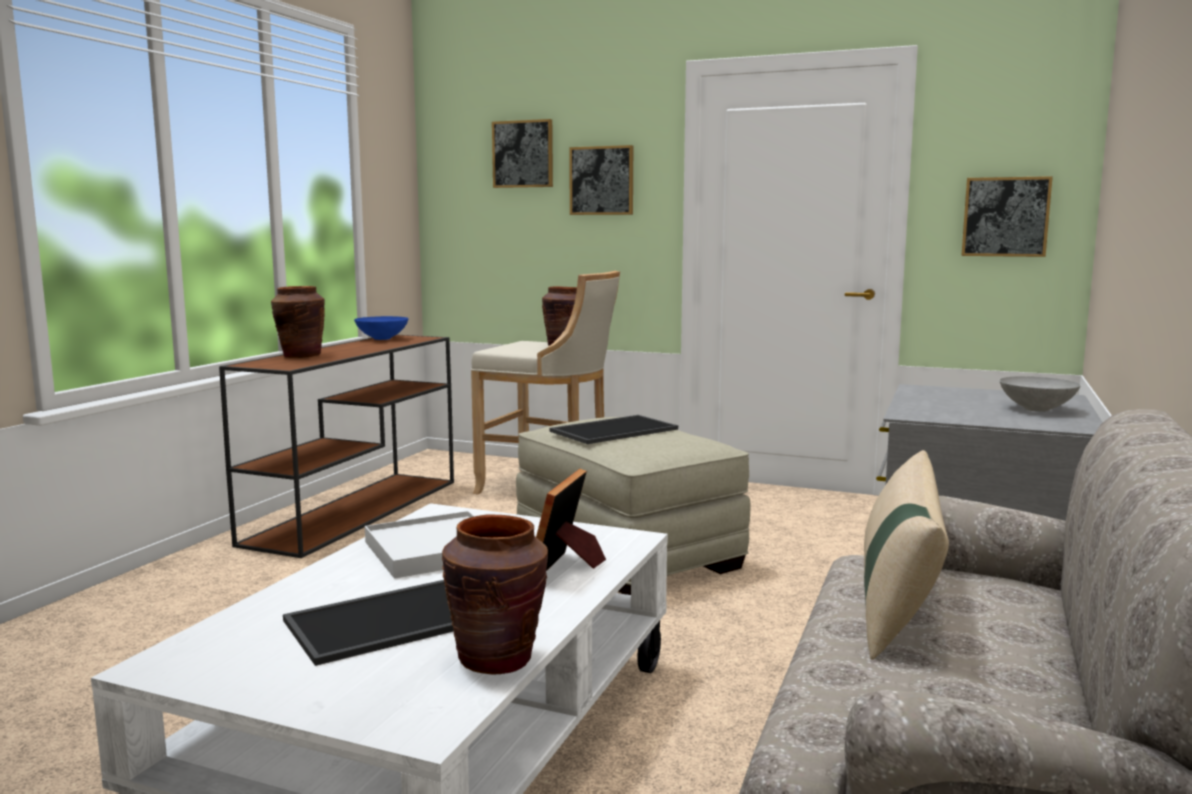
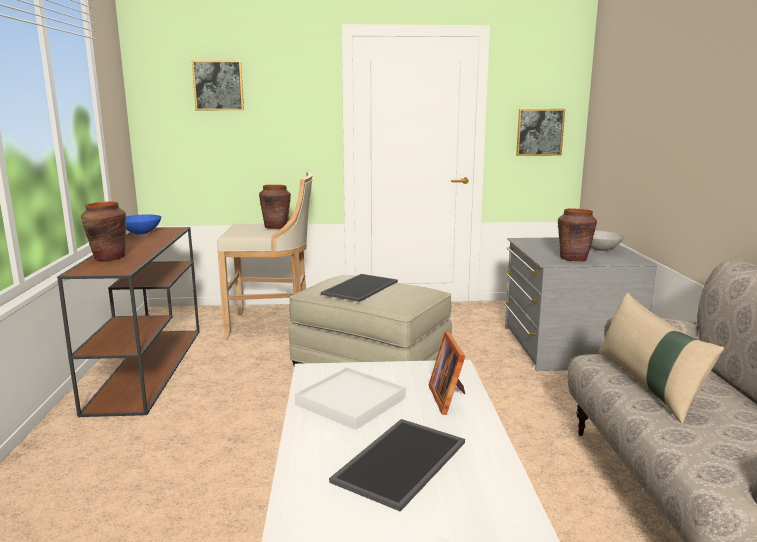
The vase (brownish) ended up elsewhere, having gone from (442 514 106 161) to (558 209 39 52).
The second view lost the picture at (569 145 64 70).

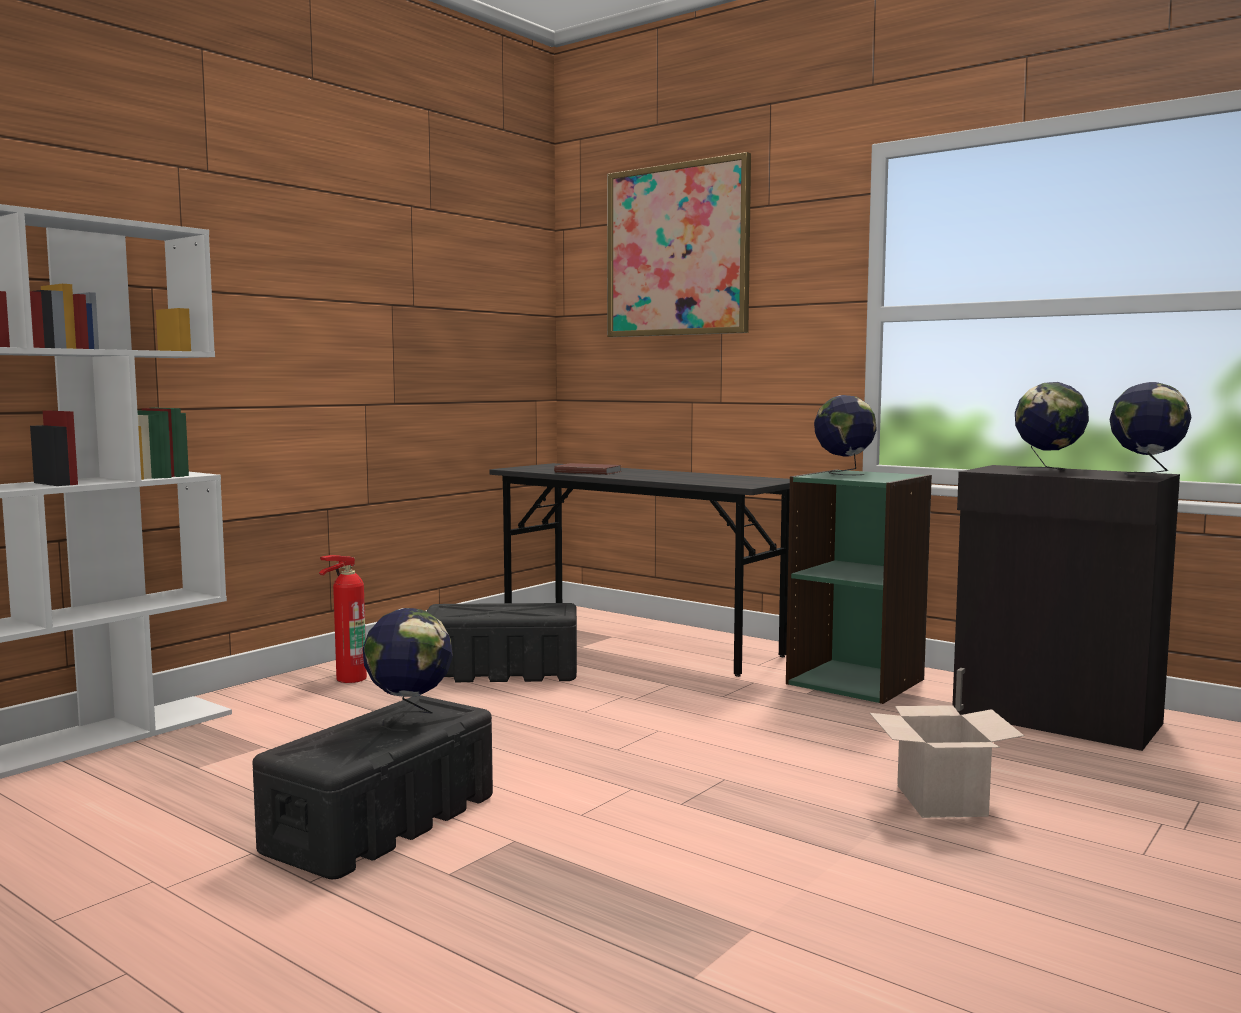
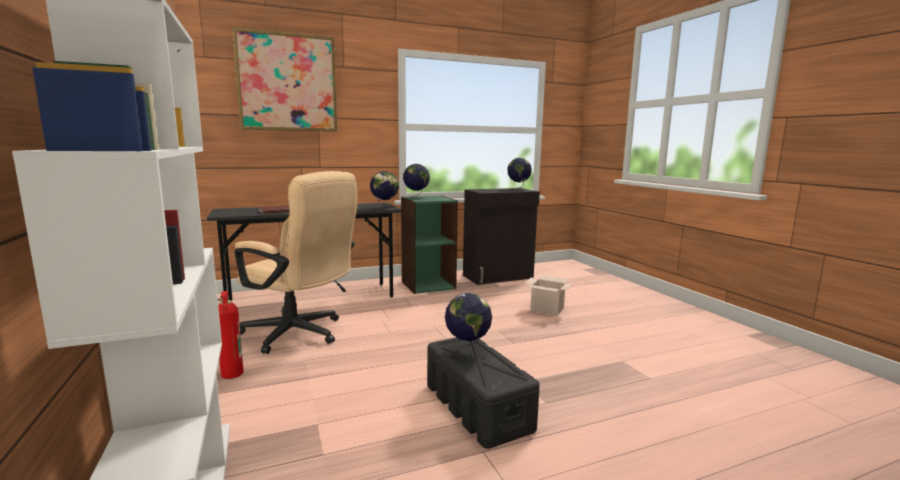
Where the storage container (blackish) stood at (427 603 150 79), the desk chair (beige-coloured) came to stand at (234 171 123 183).
The globe ended up elsewhere, having gone from (1015 382 74 88) to (370 171 29 38).

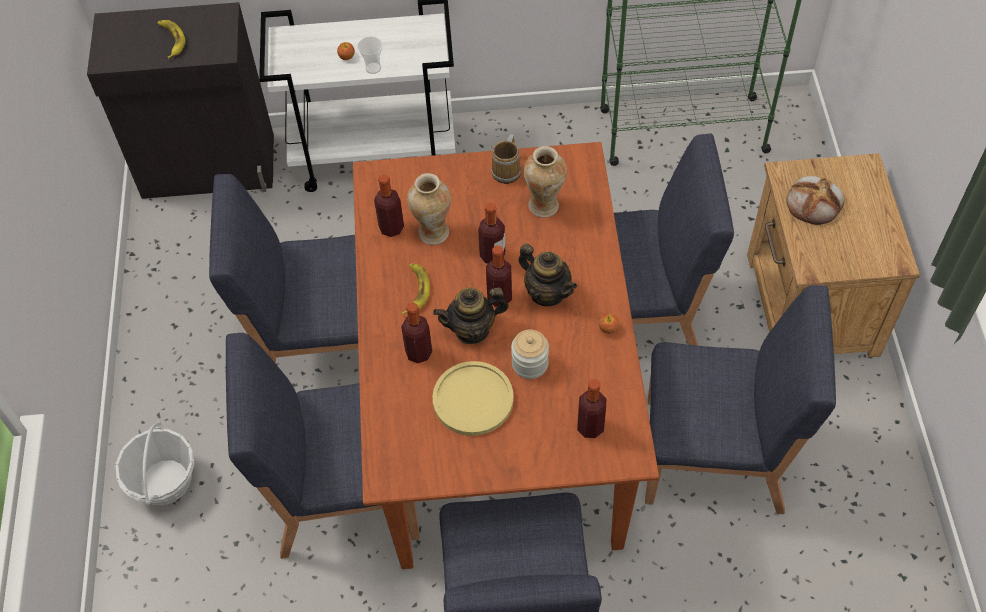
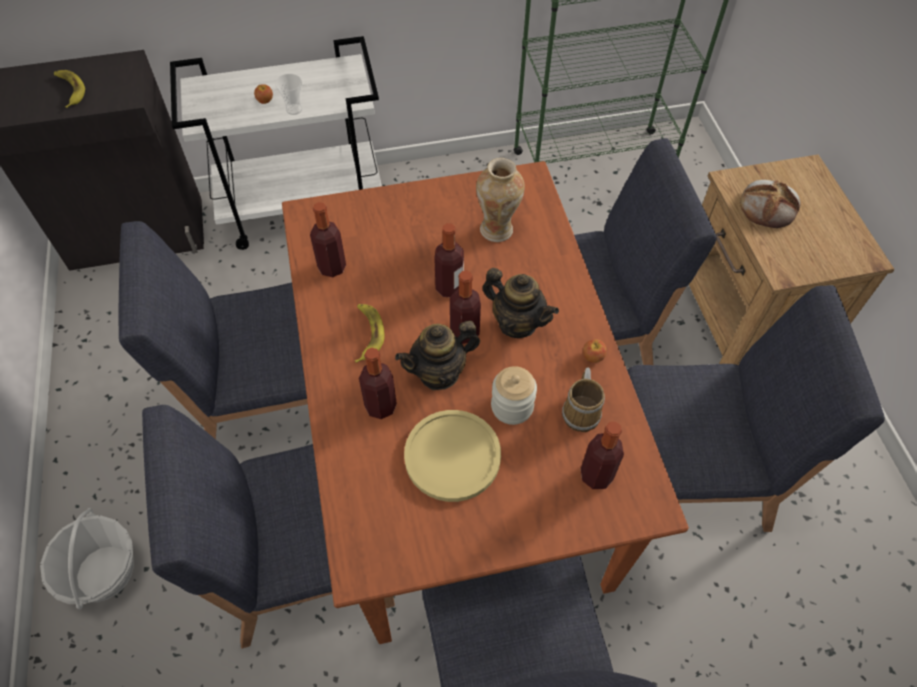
The coffee mug ended up elsewhere, having gone from (491 134 30 50) to (562 368 43 64).
The second view lost the vase at (407 173 44 72).

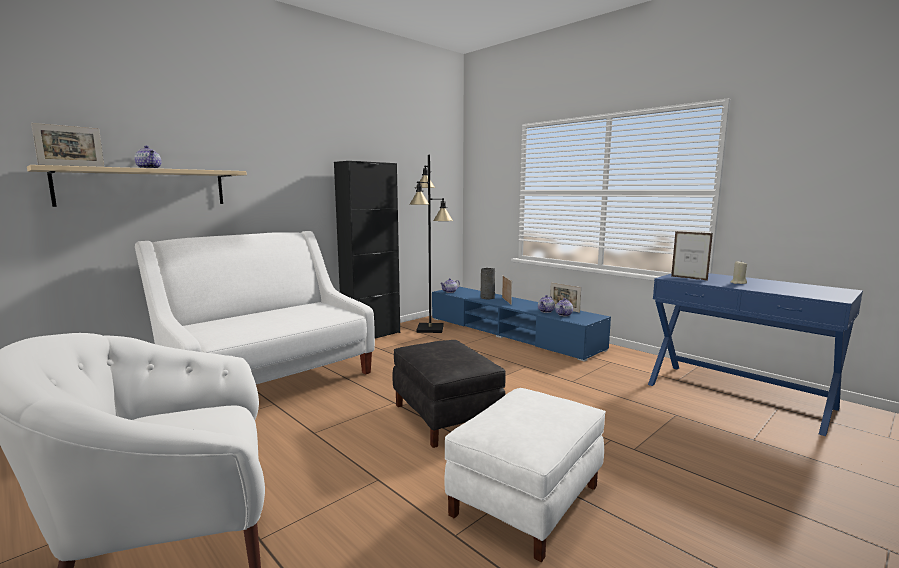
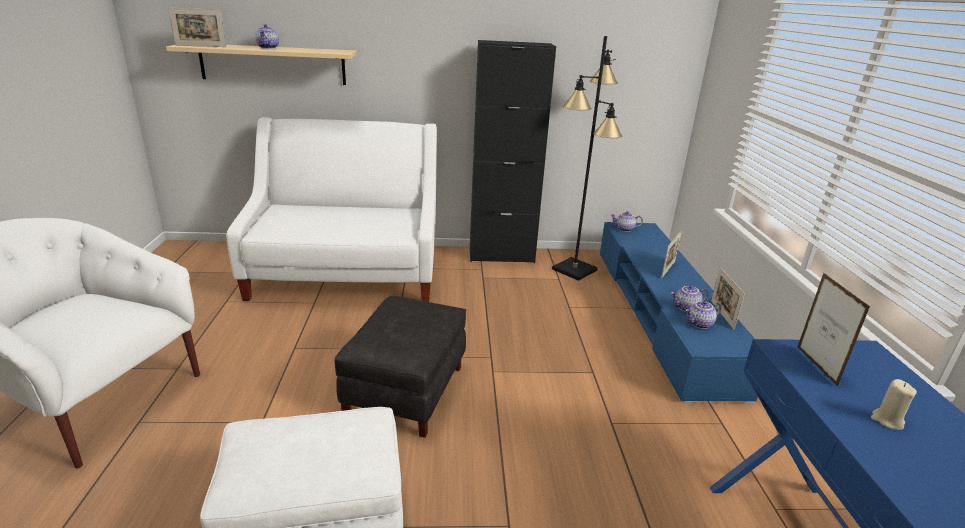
The second view lost the vase (gray) at (480 268 15 32).

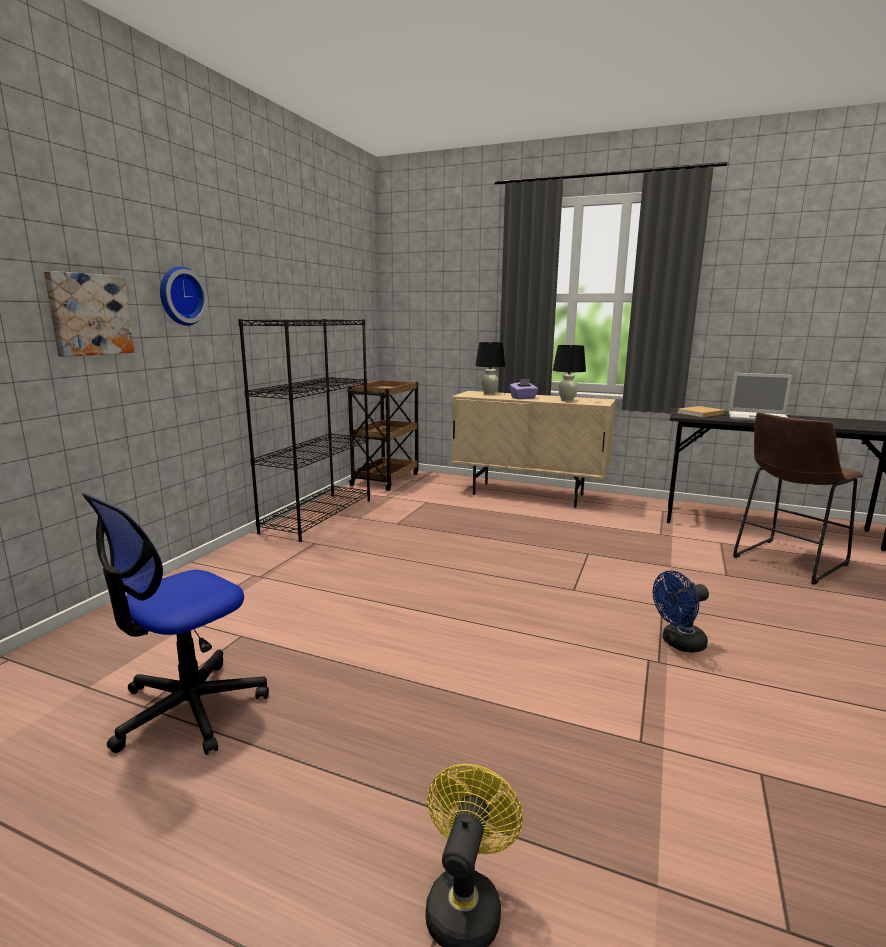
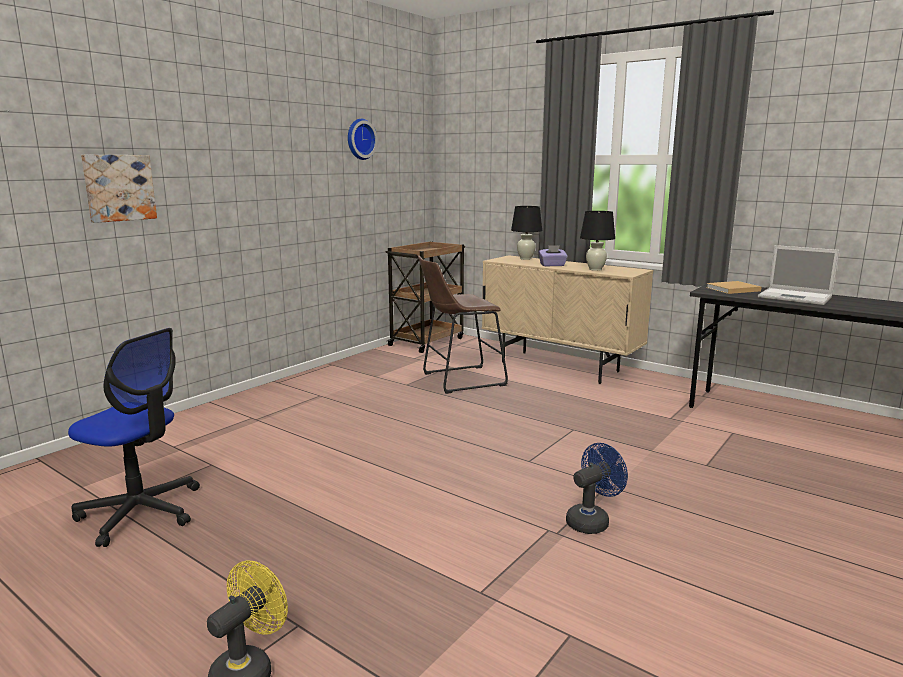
The desk chair at (82 493 187 262) ended up facing another way, 120 degrees counterclockwise from before.
The wall clock ended up elsewhere, having gone from (160 266 48 60) to (348 119 30 41).
The stool (brownish) ended up elsewhere, having gone from (733 412 130 173) to (418 255 90 139).
The electric fan (blue) at (653 571 56 82) ended up facing another way, 150 degrees clockwise from before.
The second view lost the shelving unit (blackish) at (238 319 132 223).

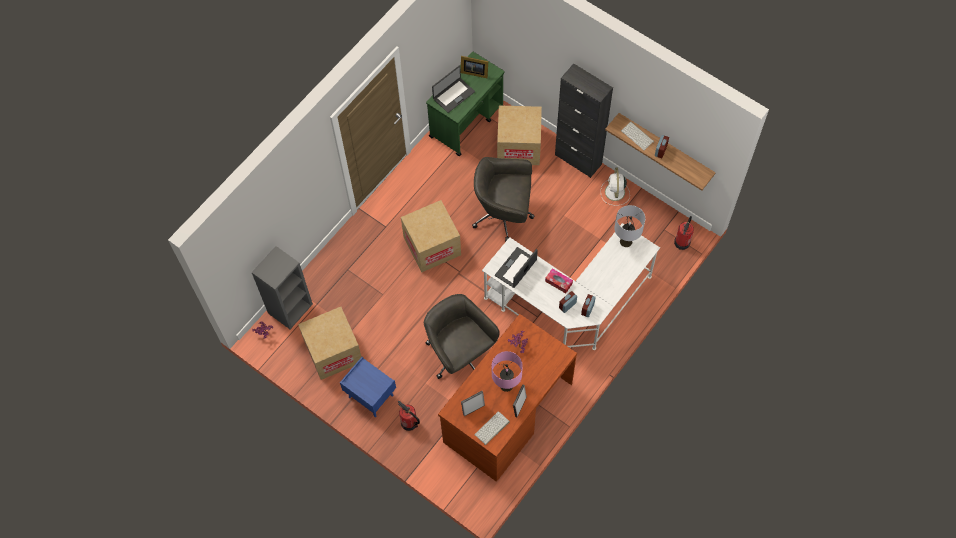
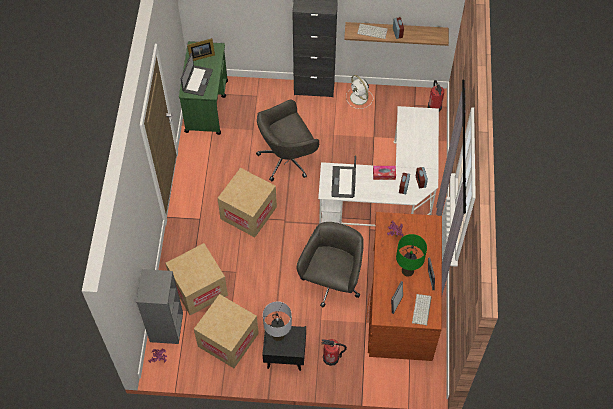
The packing box ended up elsewhere, having gone from (497 105 45 60) to (165 243 63 72).
What was the nightstand (blue) at (340 357 56 60) turned into the nightstand (blackish) at (262 325 44 46).
The tabletop lamp (gray) ended up elsewhere, having gone from (614 205 31 42) to (263 301 29 40).
The desk chair (gray) at (424 294 76 85) ended up facing another way, 90 degrees clockwise from before.
What was the tabletop lamp (pink) at (492 351 31 41) turned into the tabletop lamp (green-coloured) at (396 234 31 43).

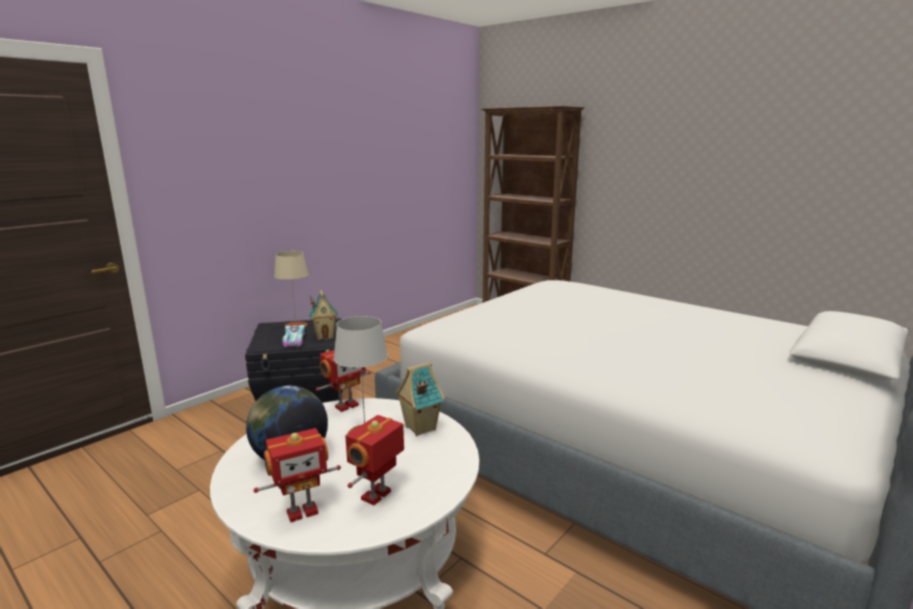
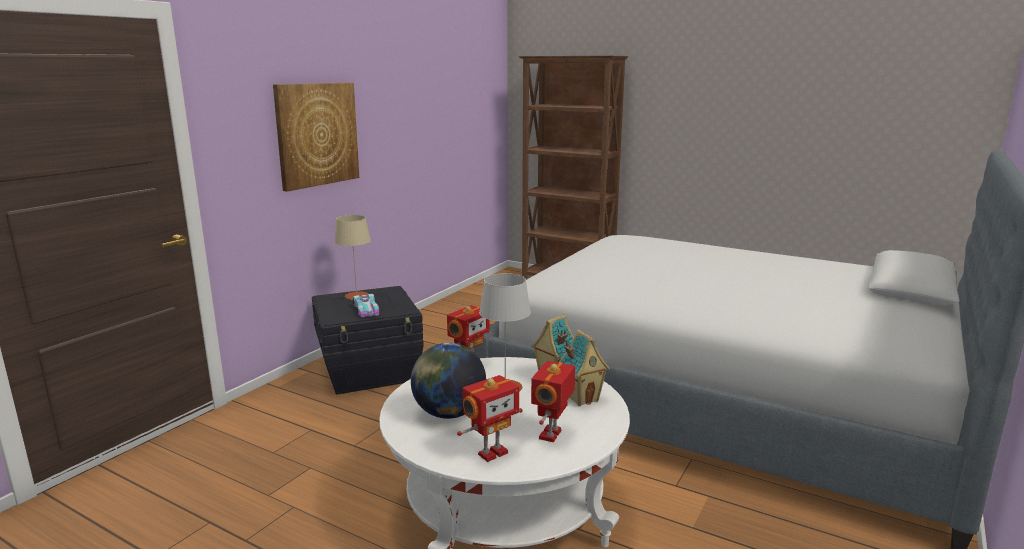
The second view gained the picture at (273 83 86 109).
The model house ended up elsewhere, having gone from (309 290 29 50) to (558 330 52 76).

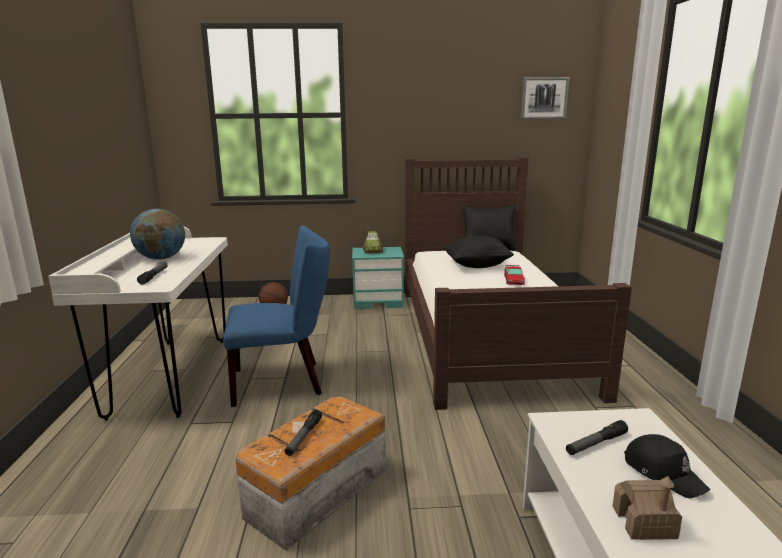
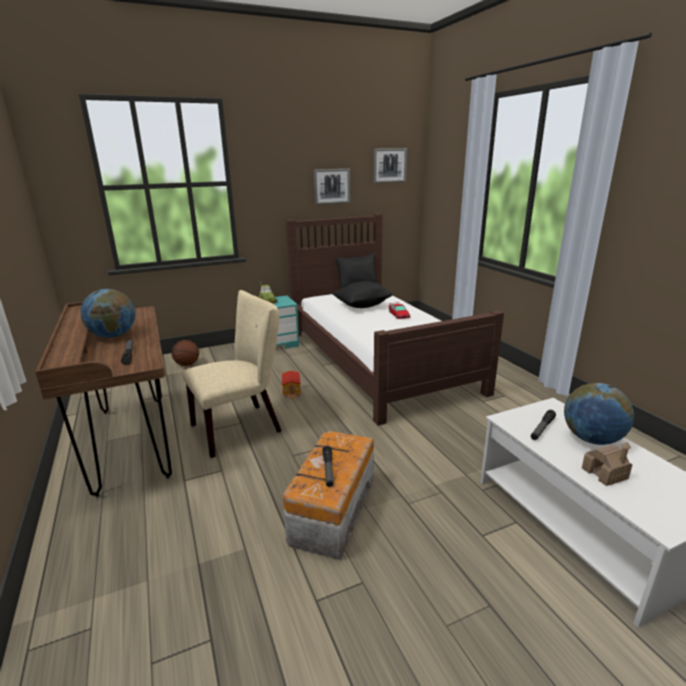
What was the desk table (white) at (48 226 180 195) turned into the desk table (brownish) at (35 302 137 195).
What was the chair (blue) at (223 225 107 182) turned into the chair (beige-coloured) at (182 290 99 168).
The second view gained the model house at (281 370 21 29).
The second view gained the picture at (314 169 36 36).
Where the cap (blackish) stood at (624 434 86 64), the globe came to stand at (564 383 70 62).

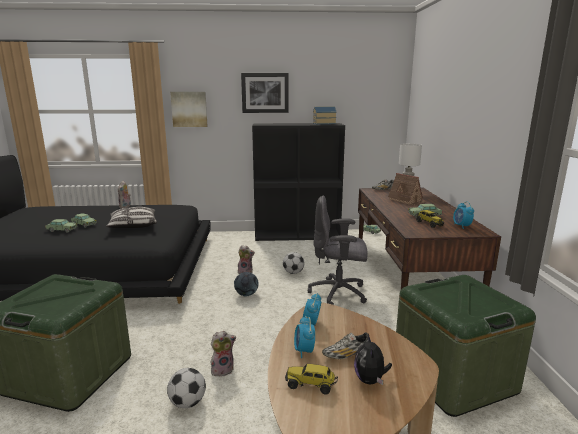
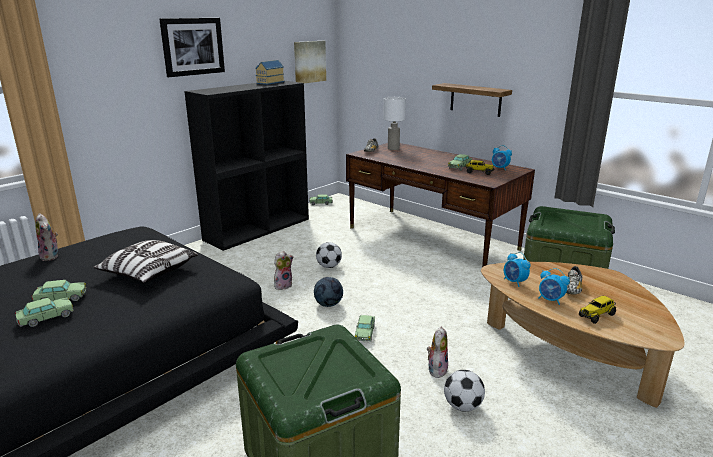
The picture ended up elsewhere, having gone from (170 92 38 35) to (294 41 32 42).
The second view gained the miniature car at (355 315 20 27).
The second view gained the shelf at (432 83 80 34).
The second view lost the desk chair (gray) at (308 196 60 109).
The second view lost the soft toy at (354 334 38 51).
The second view lost the model house at (388 173 37 33).

